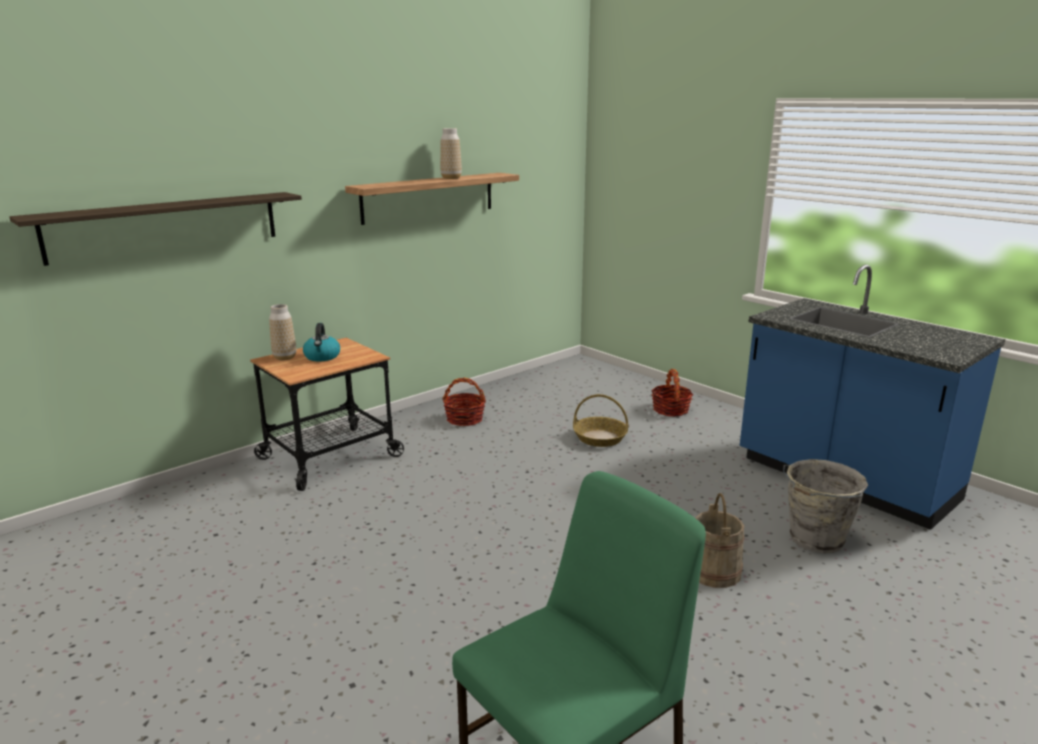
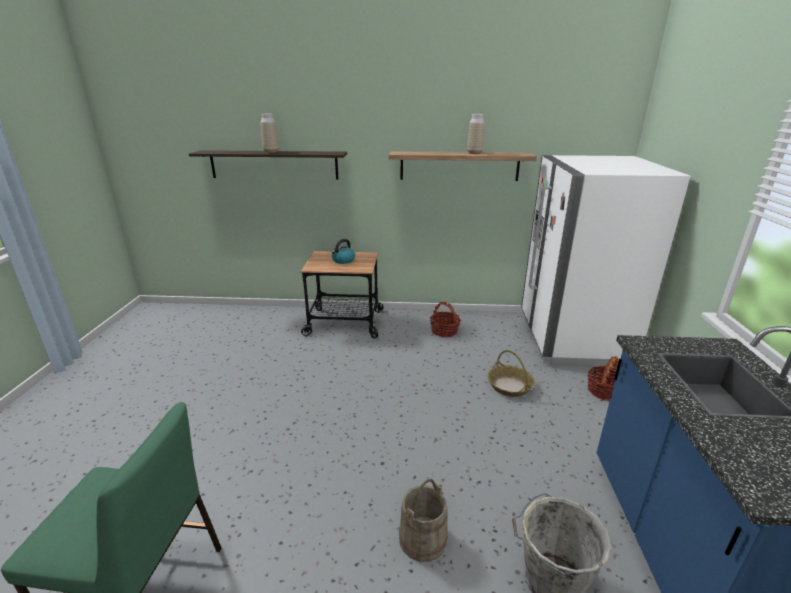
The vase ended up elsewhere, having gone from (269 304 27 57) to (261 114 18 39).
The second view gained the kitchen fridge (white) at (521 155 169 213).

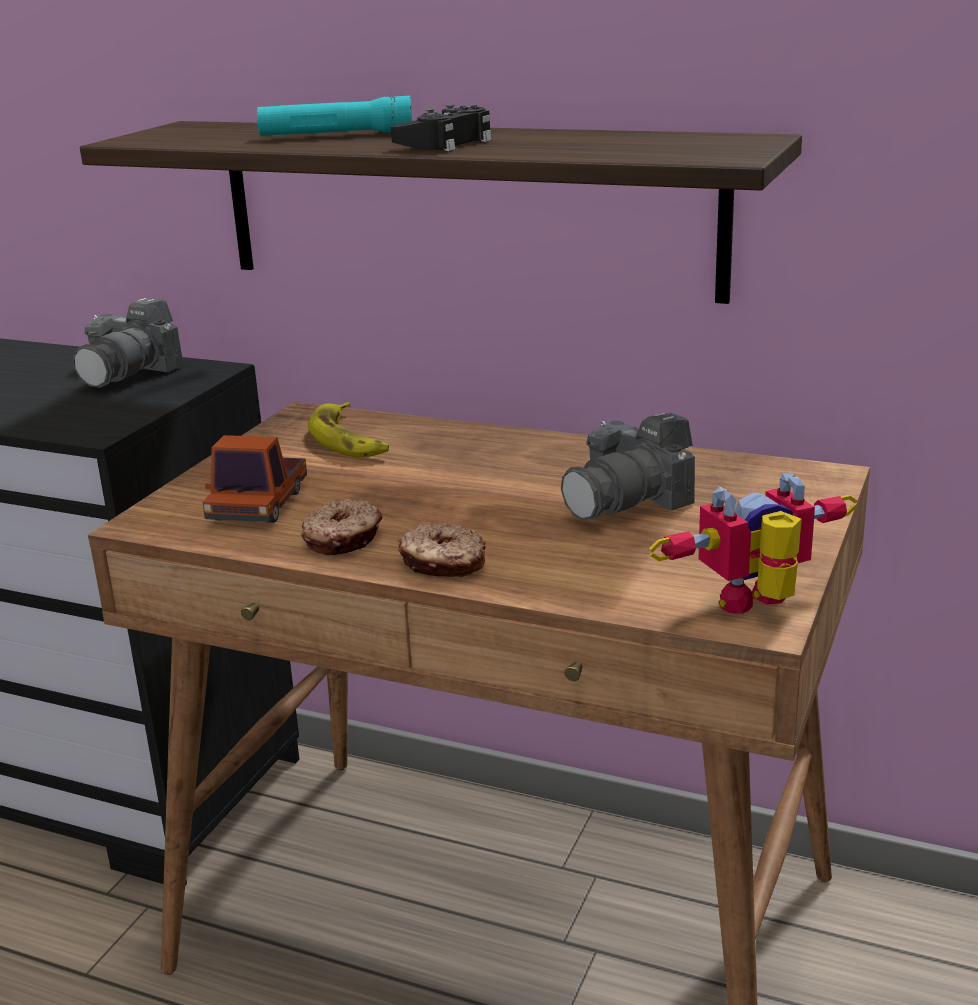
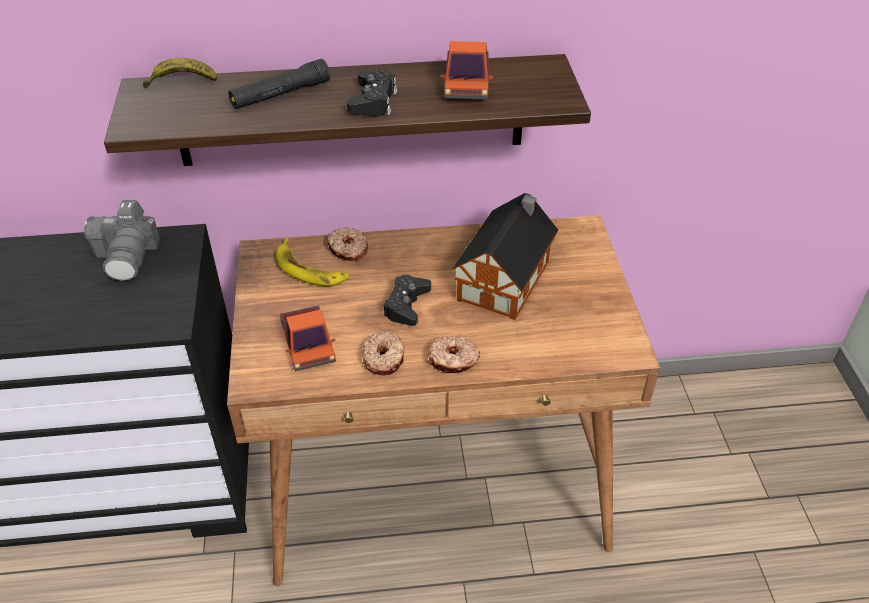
The second view gained the banana fruit at (143 58 74 30).
What was the hand torch (turquoise) at (257 96 155 40) turned into the hand torch (blackish) at (228 59 102 50).
The second view gained the ring doughnut at (327 227 41 34).
The second view gained the joypad (blackish) at (383 275 48 51).
The second view gained the toy lorry at (441 41 52 58).
Where the still camera stood at (561 413 134 107), the model house came to stand at (452 193 107 127).
The second view lost the robot figure at (649 473 208 141).

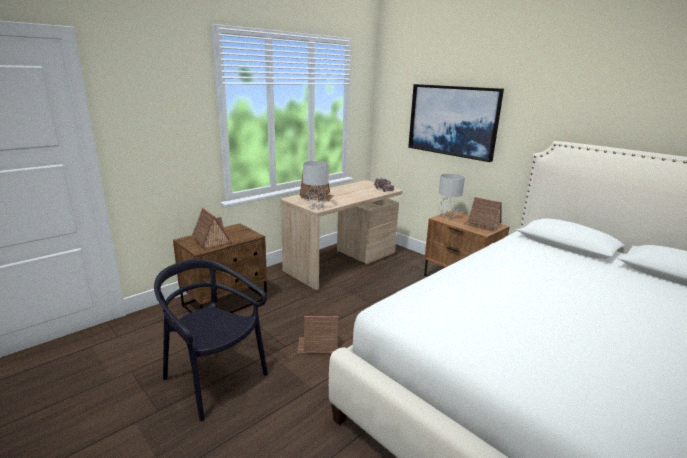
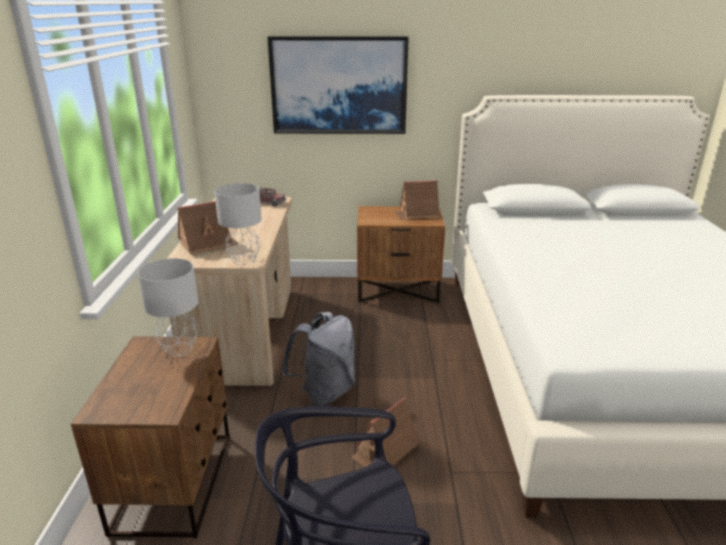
The tabletop lamp (gray) ended up elsewhere, having gone from (439 174 26 45) to (138 258 61 99).
The second view gained the backpack (gray) at (282 312 73 95).
The second view lost the model house at (192 208 38 40).

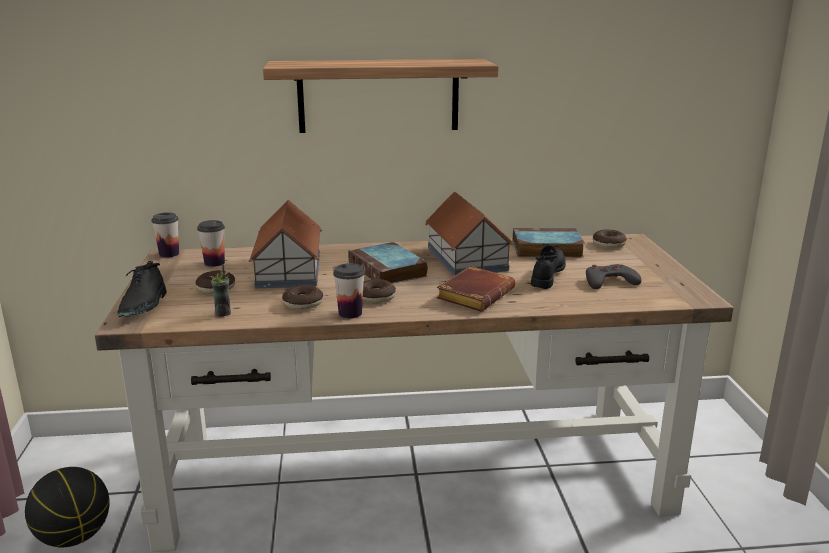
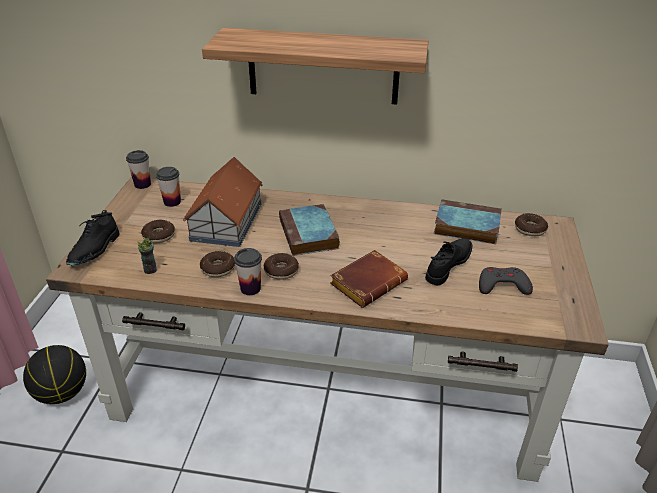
The second view lost the model house at (425 191 89 85).

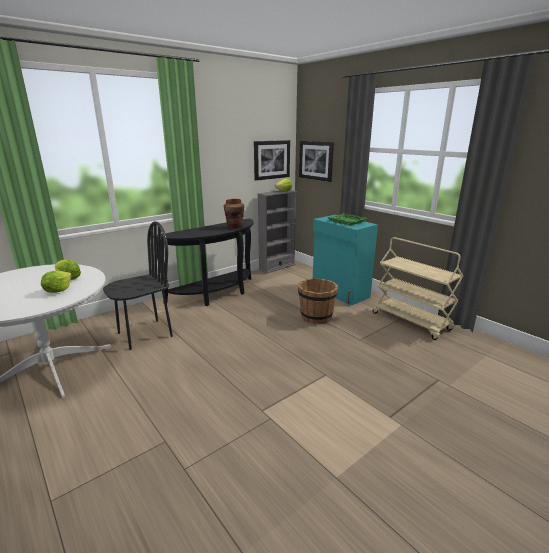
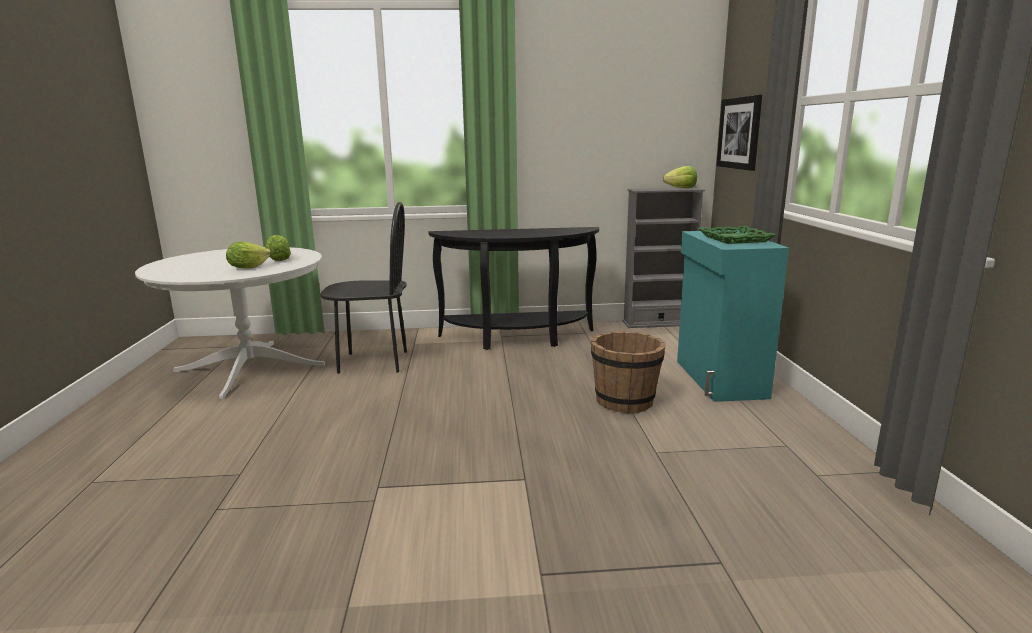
The second view lost the vase (brownish) at (224 199 20 30).
The second view lost the picture at (254 140 36 41).
The second view lost the trolley (beige-coloured) at (372 237 91 103).

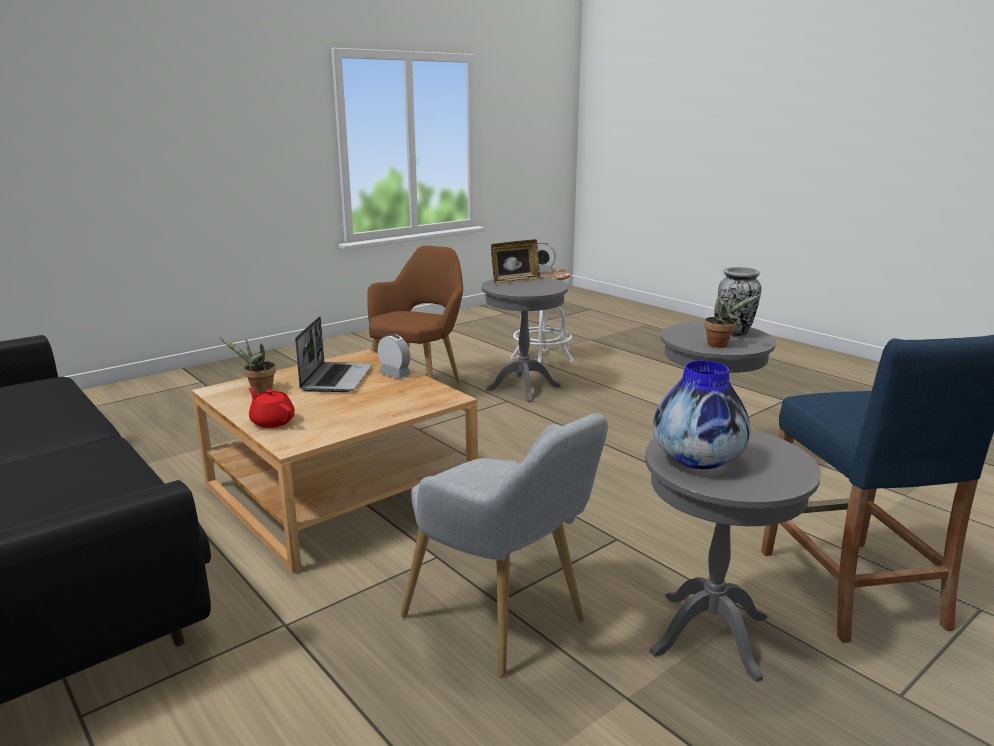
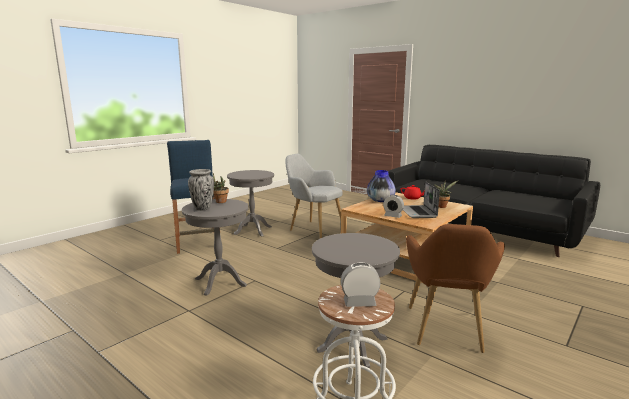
The vase ended up elsewhere, having gone from (653 361 98 108) to (367 170 29 32).
The second view lost the photo frame at (491 239 50 45).

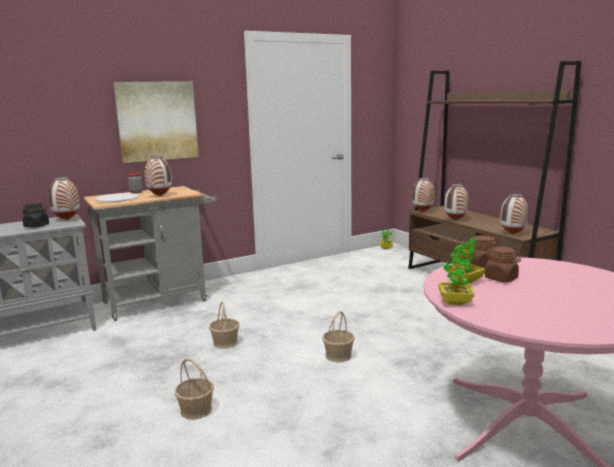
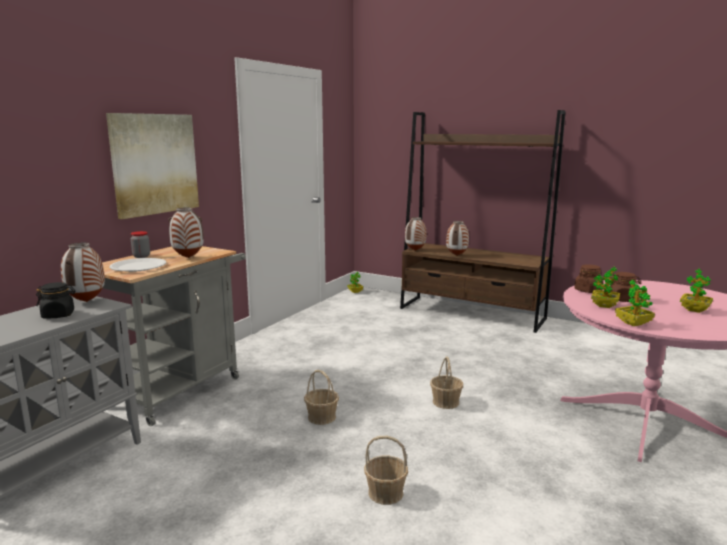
The second view gained the plant in a pot at (680 269 33 44).
The second view lost the vase at (500 193 29 41).

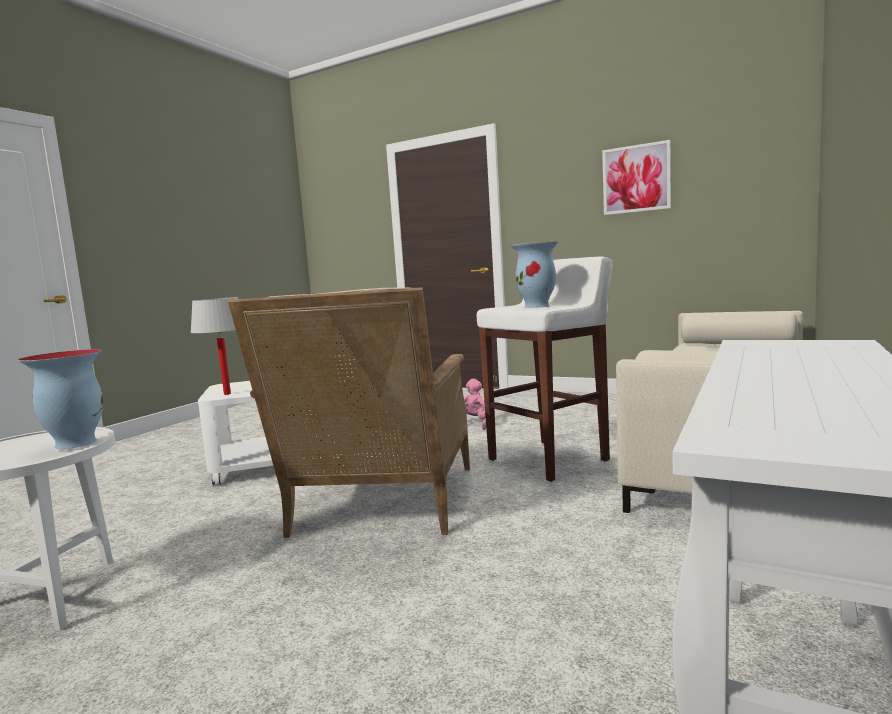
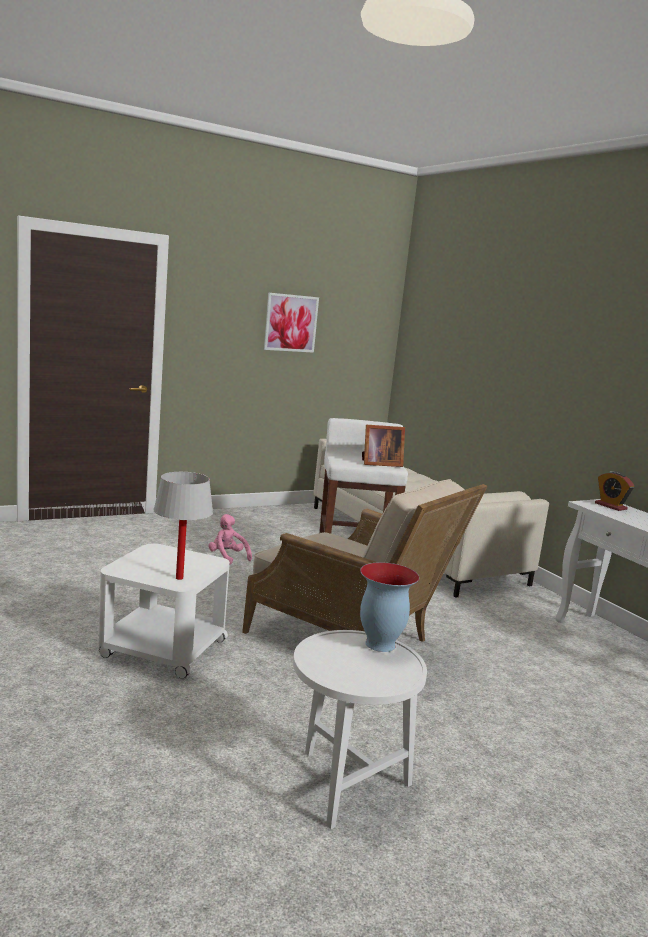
Where the vase stood at (510 242 48 66), the photo frame came to stand at (362 425 43 42).
The second view gained the alarm clock at (595 471 39 40).

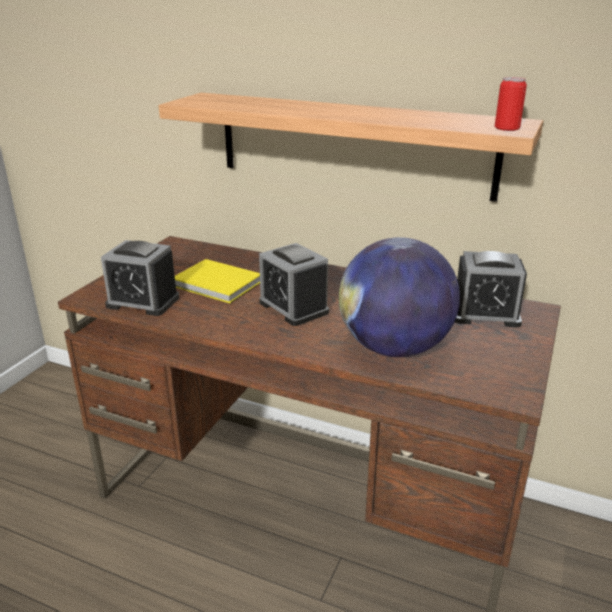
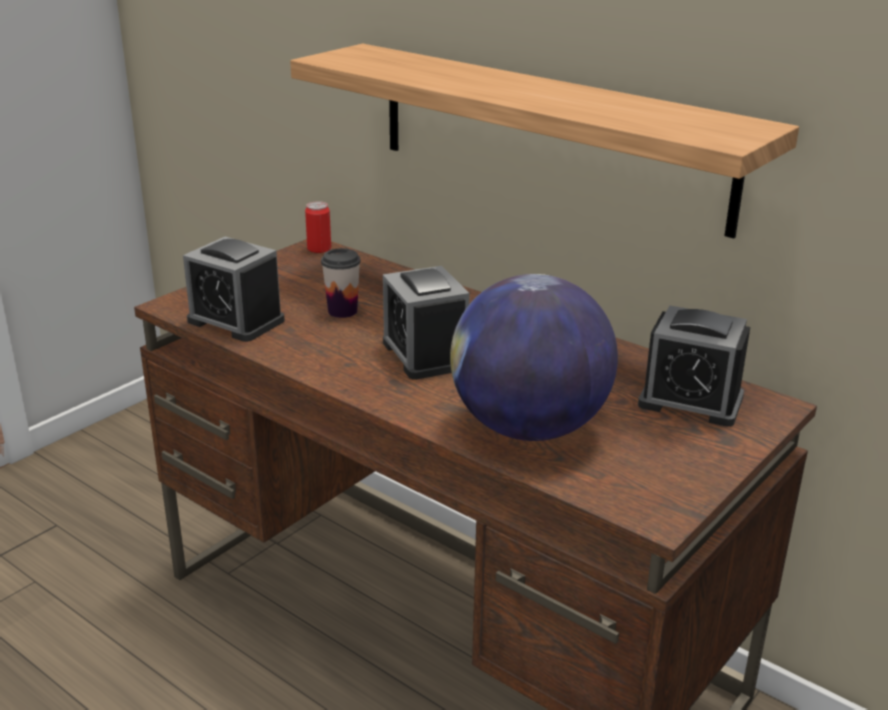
The metal can ended up elsewhere, having gone from (495 77 32 54) to (305 201 26 52).
Where the bound book (yellow) stood at (175 259 85 44), the small cup came to stand at (321 248 40 70).

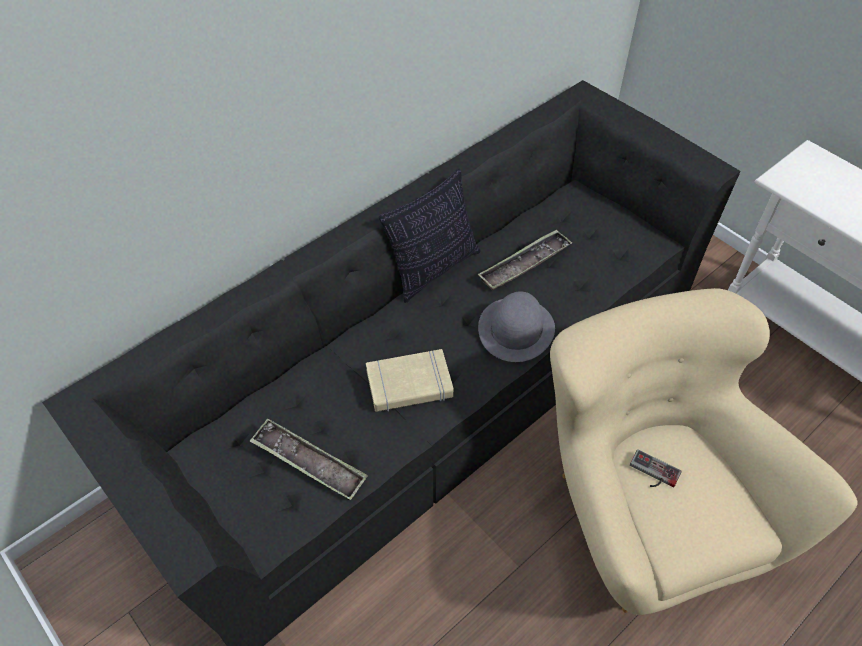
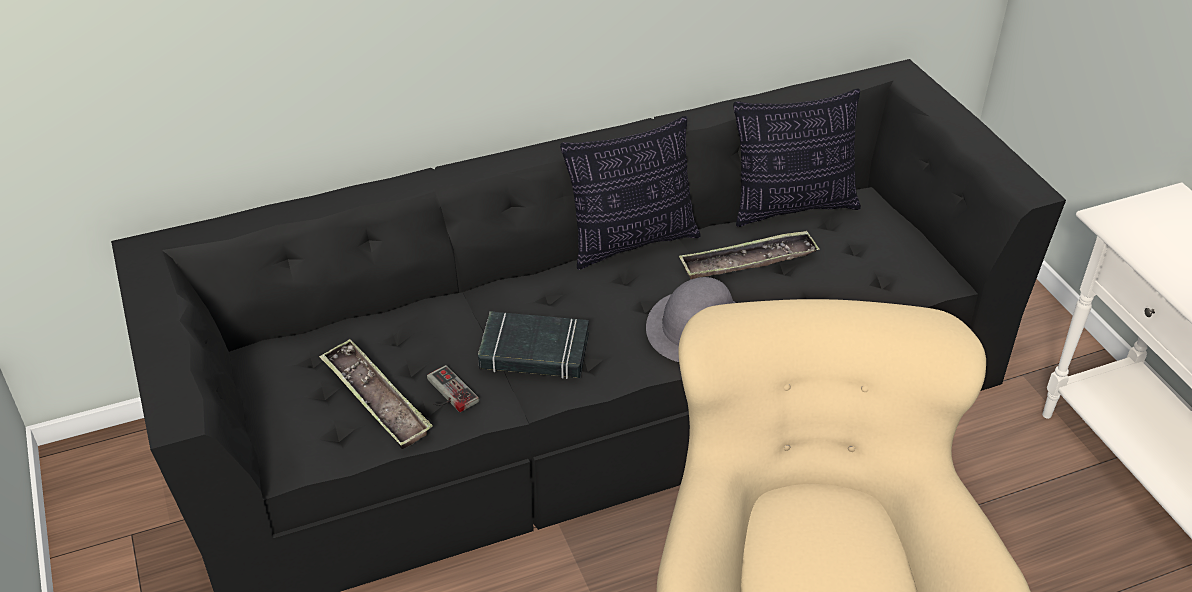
The joypad ended up elsewhere, having gone from (630 449 52 38) to (427 365 52 47).
What was the bound book (beige-coloured) at (366 349 87 63) turned into the bound book (blackish) at (478 311 111 68).
The second view gained the cushion at (733 88 128 139).

